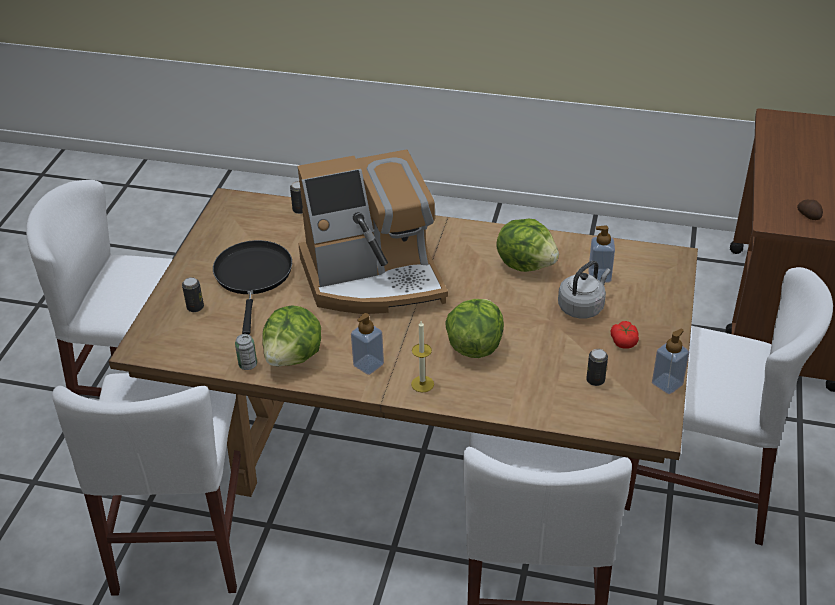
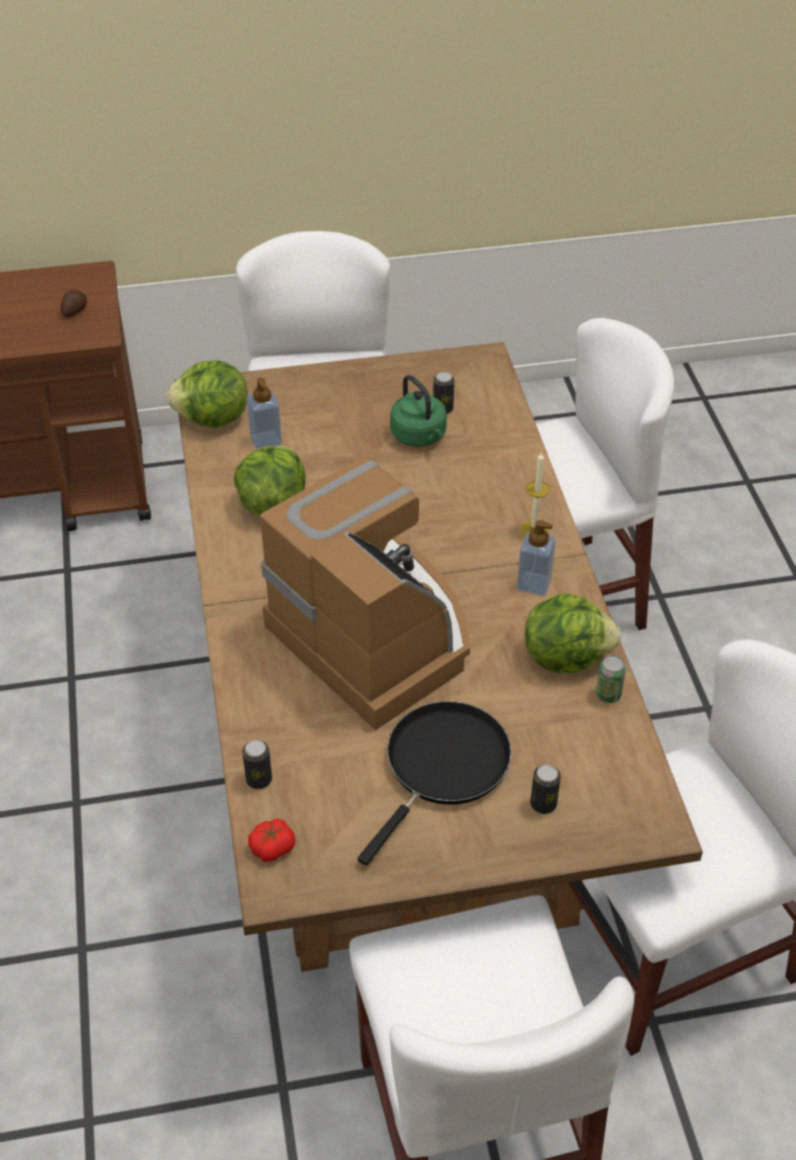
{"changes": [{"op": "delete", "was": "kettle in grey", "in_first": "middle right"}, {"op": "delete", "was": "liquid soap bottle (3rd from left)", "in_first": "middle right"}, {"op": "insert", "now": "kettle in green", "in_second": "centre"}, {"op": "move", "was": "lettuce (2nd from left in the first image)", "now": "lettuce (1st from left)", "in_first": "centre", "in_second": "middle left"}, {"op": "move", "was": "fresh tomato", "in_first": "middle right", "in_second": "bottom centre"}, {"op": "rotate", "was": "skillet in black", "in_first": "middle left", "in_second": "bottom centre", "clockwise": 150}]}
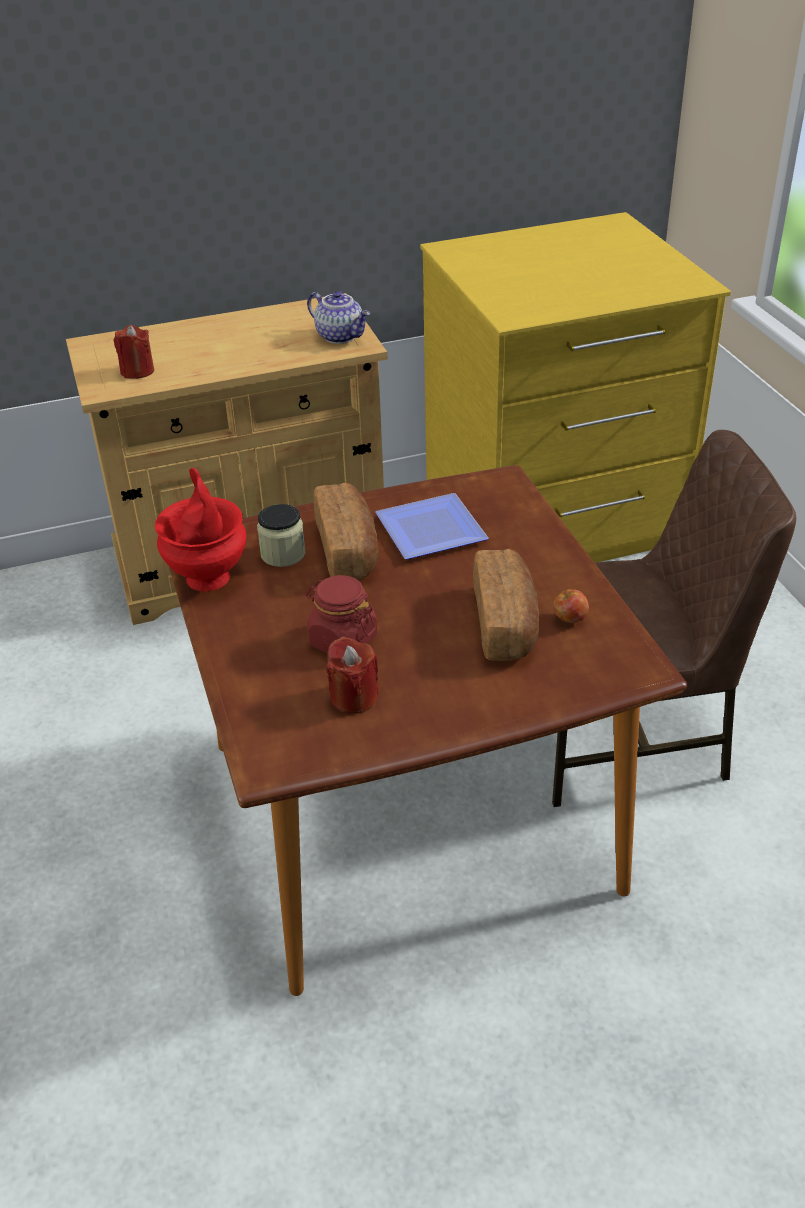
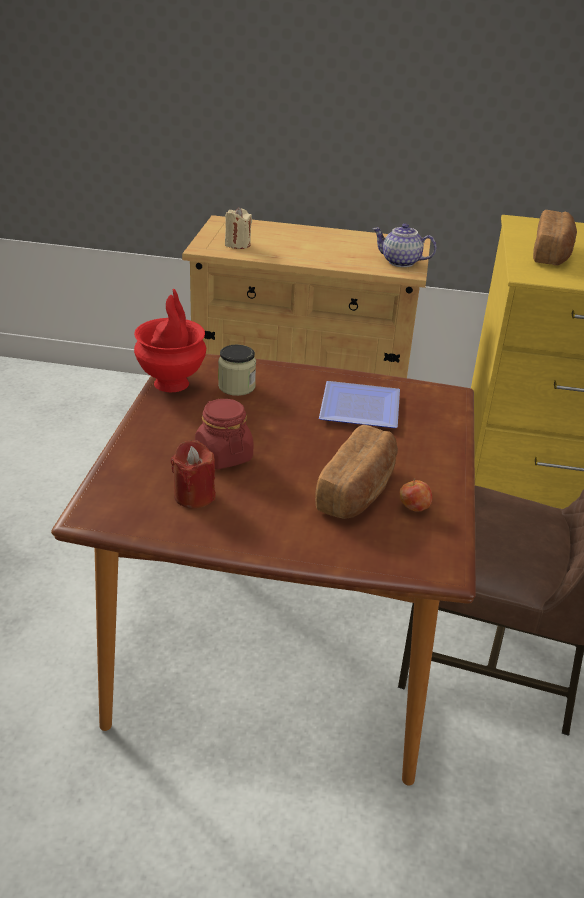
{"changes": [{"op": "move", "was": "bread (1st from left in the first image)", "now": "bread (2nd from left)", "in_first": "centre", "in_second": "top right"}, {"op": "recolor", "was": "candle in reddish (1st from left)", "now": "candle in beige", "in_first": "top left", "in_second": "top centre"}, {"op": "rotate", "was": "pot for tea", "in_first": "top centre", "in_second": "top right", "clockwise": 135}]}
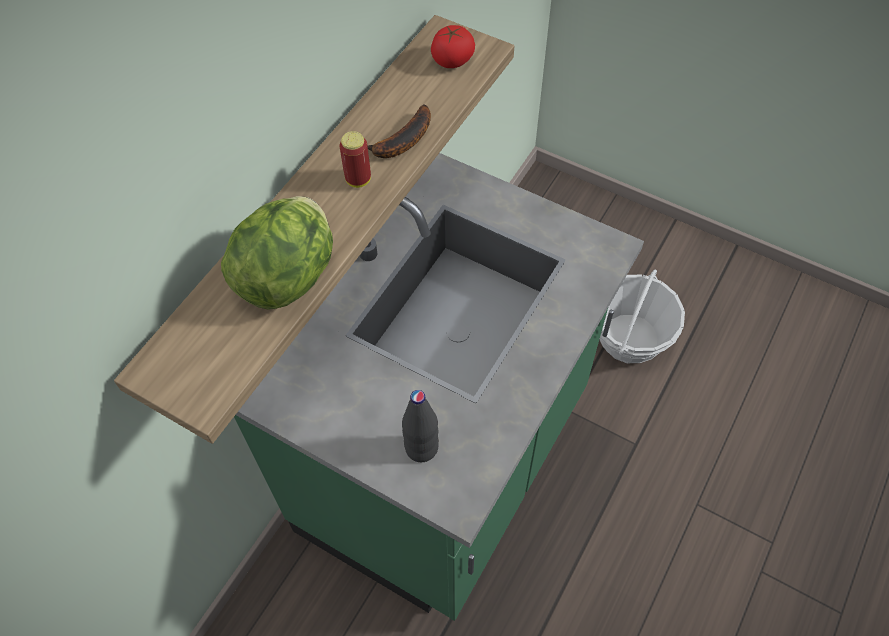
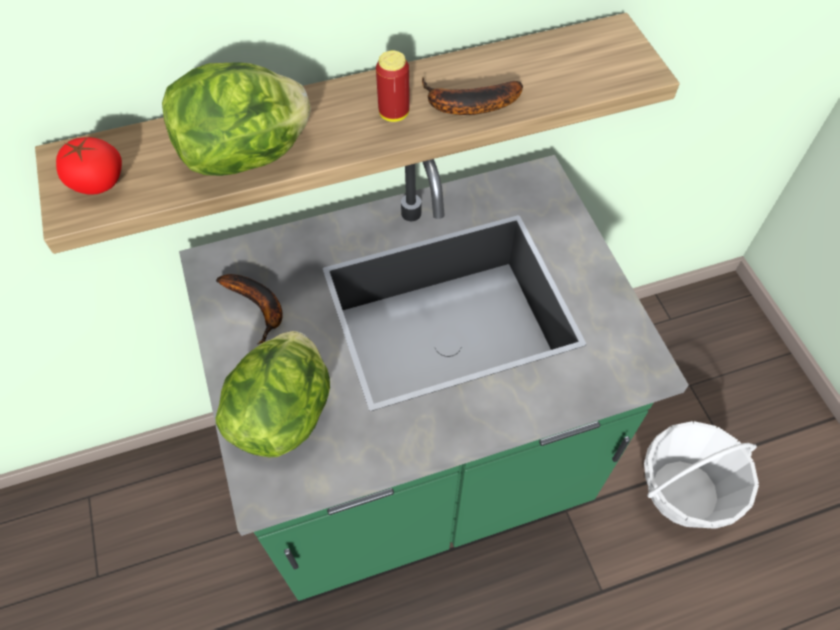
{"changes": [{"op": "insert", "now": "whole banana (1st from left)", "in_second": "middle left"}, {"op": "move", "was": "fresh tomato", "in_first": "top centre", "in_second": "top left"}, {"op": "replace", "was": "drink bottle in black", "now": "lettuce (2nd from left)", "in_first": "bottom centre", "in_second": "middle left"}]}
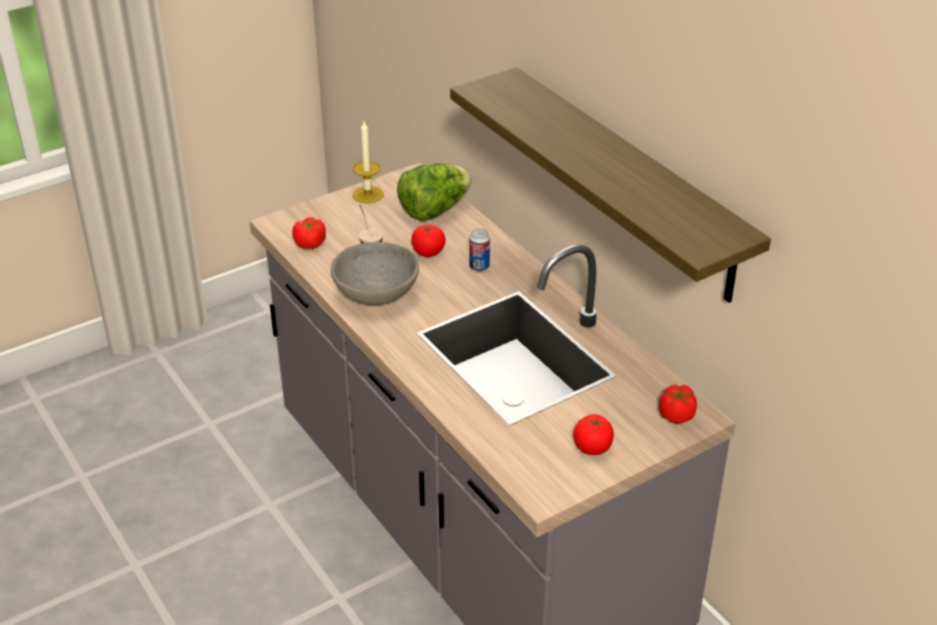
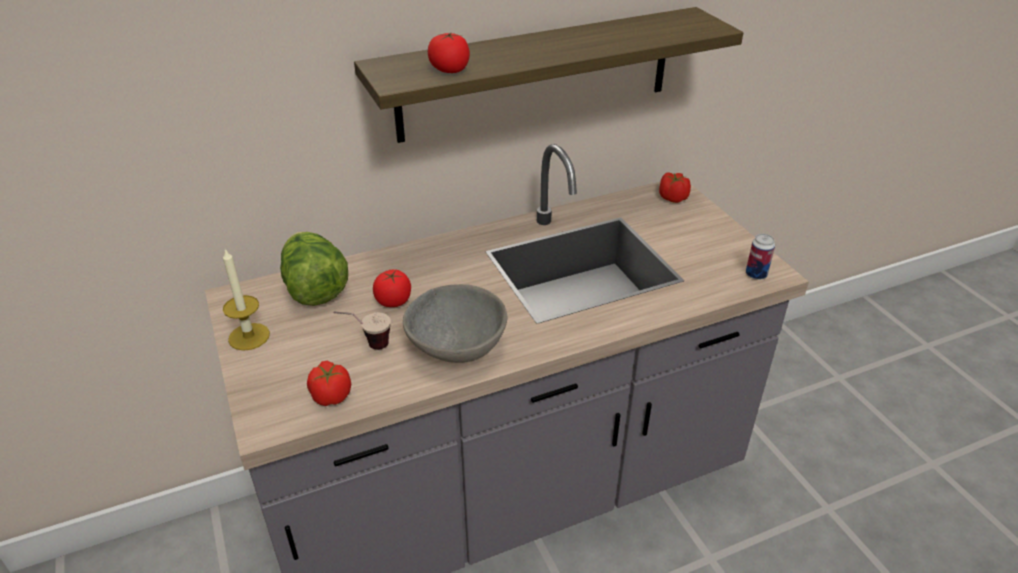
{"changes": [{"op": "move", "was": "can", "in_first": "centre", "in_second": "middle right"}, {"op": "move", "was": "fresh tomato (3rd from left)", "in_first": "bottom centre", "in_second": "top centre"}]}
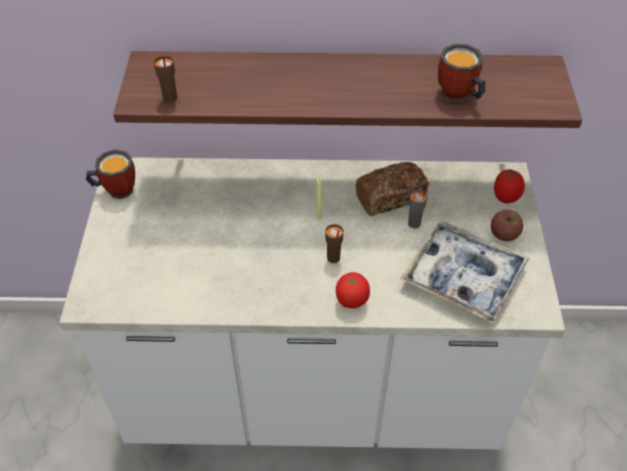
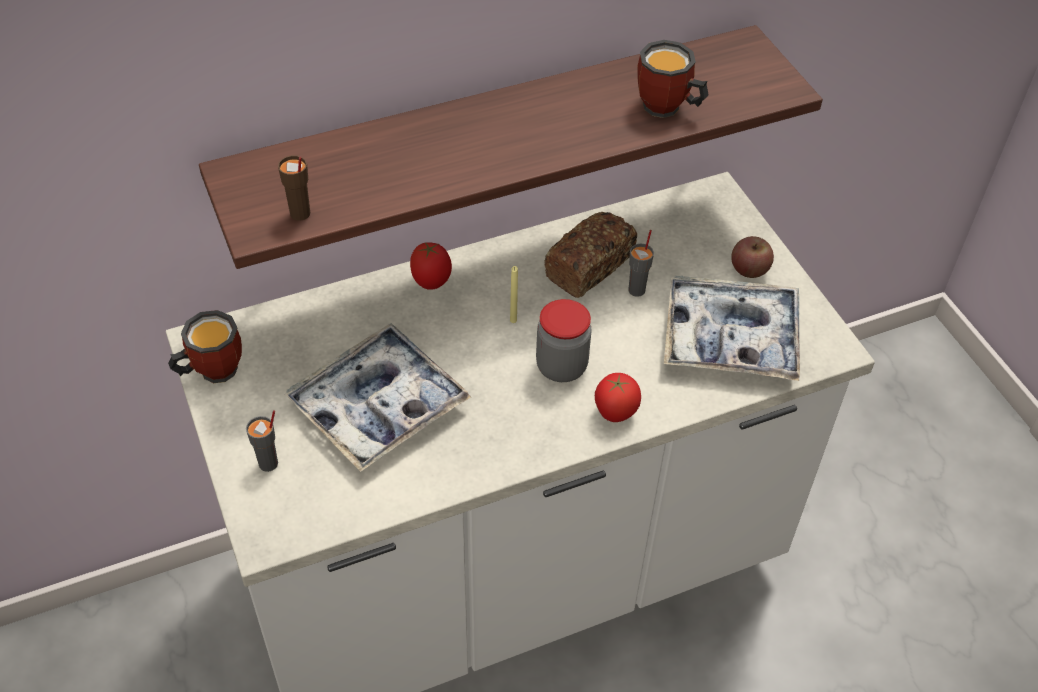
{"changes": [{"op": "insert", "now": "drinking cup in grey (1st from left)", "in_second": "middle left"}, {"op": "insert", "now": "serving tray (1st from left)", "in_second": "centre"}, {"op": "move", "was": "fresh tomato (2nd from left in the first image)", "now": "fresh tomato (1st from left)", "in_first": "middle right", "in_second": "centre"}, {"op": "replace", "was": "drinking cup in brown-coloured (2nd from left)", "now": "jar", "in_first": "centre", "in_second": "centre"}]}
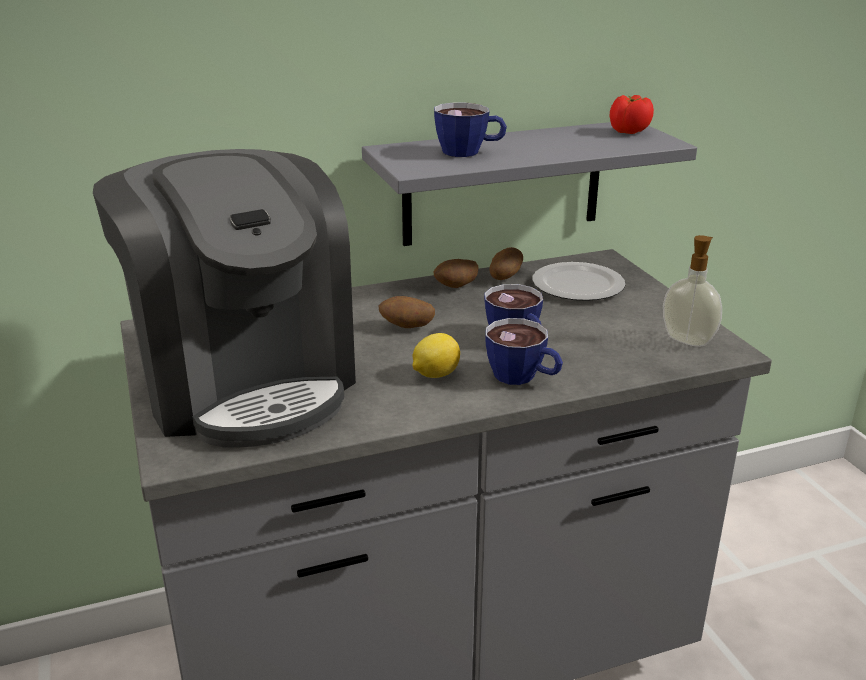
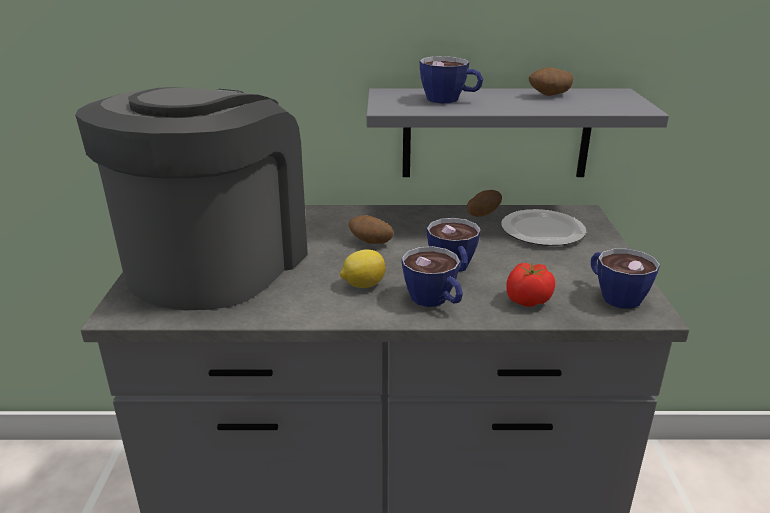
{"changes": [{"op": "move", "was": "potato (2nd from left in the first image)", "now": "potato (3rd from left)", "in_first": "centre", "in_second": "top right"}, {"op": "move", "was": "fresh tomato", "in_first": "top right", "in_second": "middle right"}, {"op": "replace", "was": "liquid soap bottle", "now": "drinking cup (4th from left)", "in_first": "middle right", "in_second": "middle right"}, {"op": "rotate", "was": "coffee machine", "in_first": "middle left", "in_second": "middle left", "clockwise": -150}]}
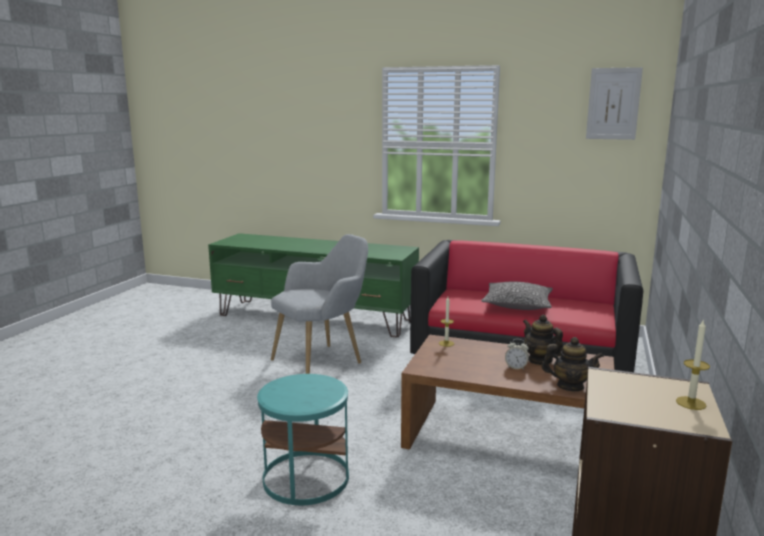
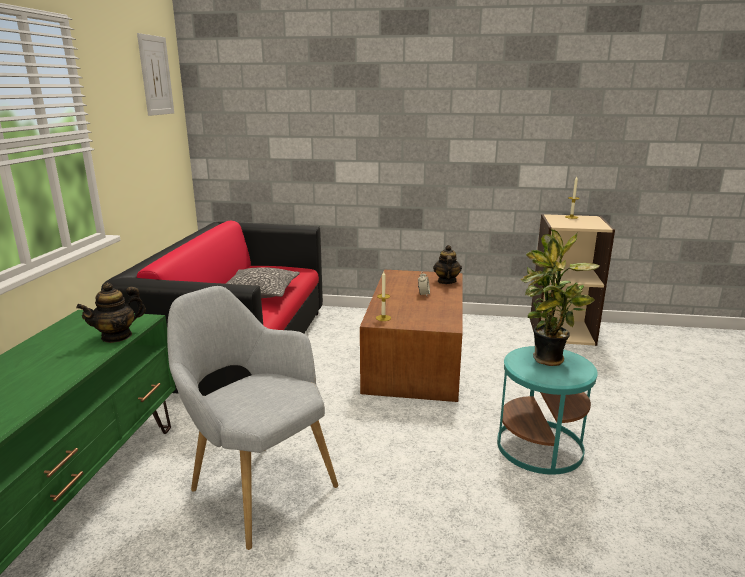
{"changes": [{"op": "insert", "now": "potted plant", "in_second": "middle right"}, {"op": "move", "was": "pot for tea (1st from left)", "in_first": "middle right", "in_second": "middle left"}]}
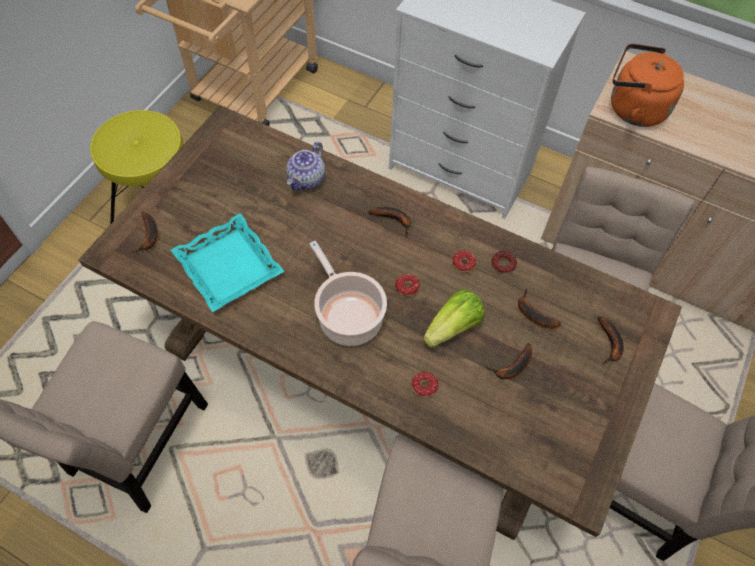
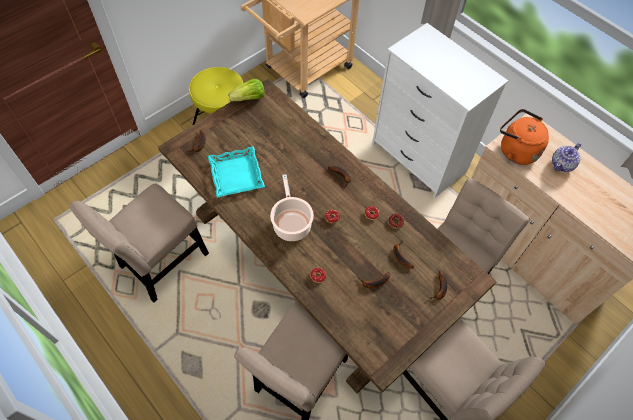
{"changes": [{"op": "move", "was": "pot for tea", "in_first": "top centre", "in_second": "middle right"}, {"op": "move", "was": "lettuce", "in_first": "centre", "in_second": "top centre"}]}
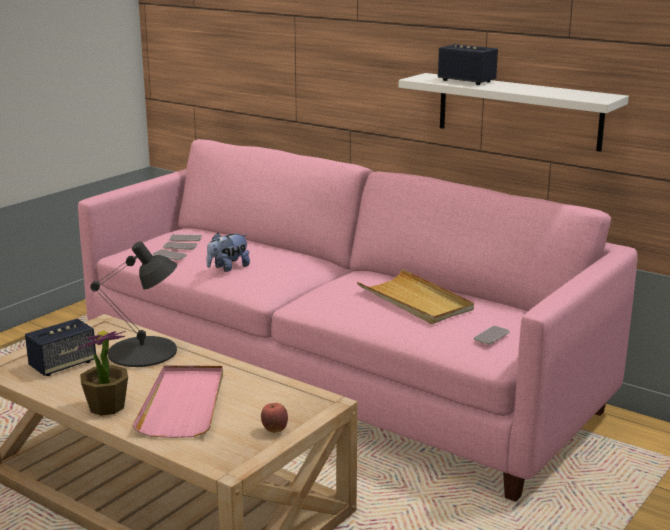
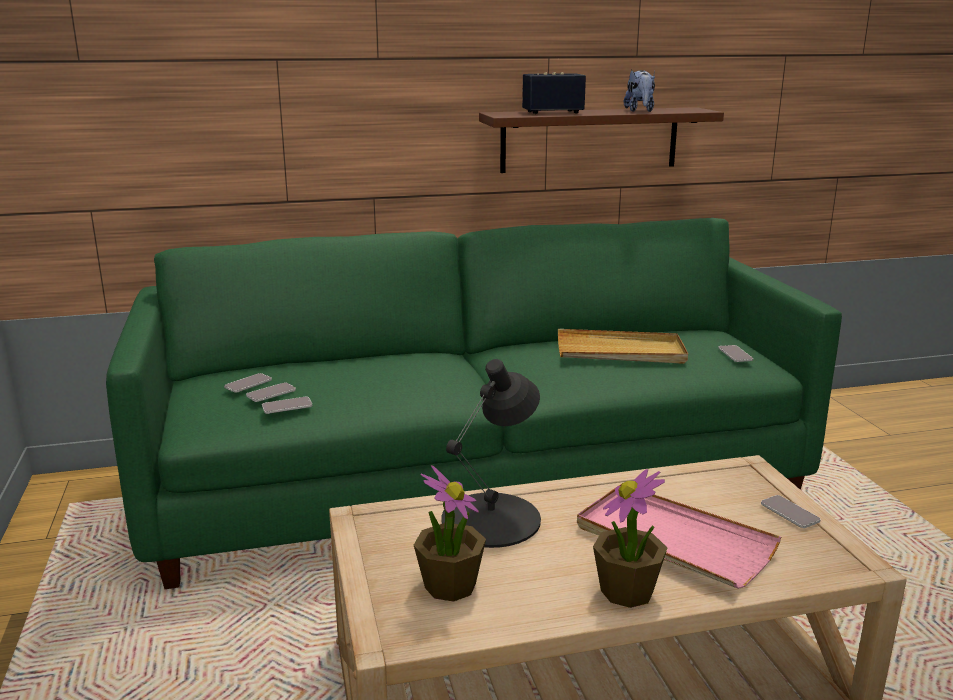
{"changes": [{"op": "move", "was": "cuddly toy", "in_first": "centre", "in_second": "top right"}, {"op": "replace", "was": "speaker (1st from left)", "now": "potted plant (1st from left)", "in_first": "middle left", "in_second": "bottom centre"}, {"op": "replace", "was": "apple", "now": "handset (5th from left)", "in_first": "bottom centre", "in_second": "bottom right"}, {"op": "recolor", "was": "sofa in pink", "now": "sofa in green", "in_first": "centre", "in_second": "centre"}, {"op": "recolor", "was": "wall shelf in white", "now": "wall shelf in brown-coloured", "in_first": "top right", "in_second": "top centre"}]}
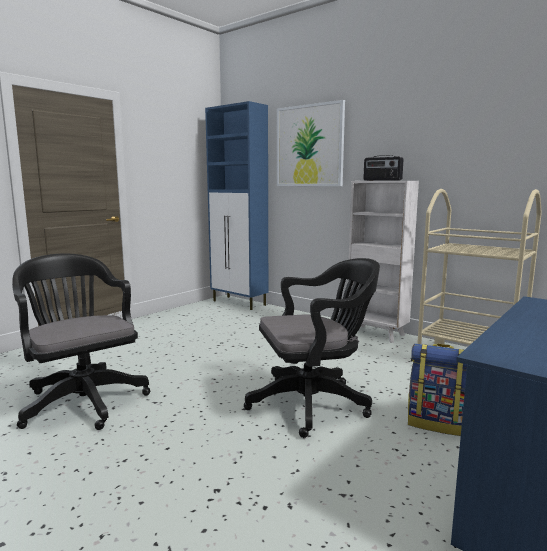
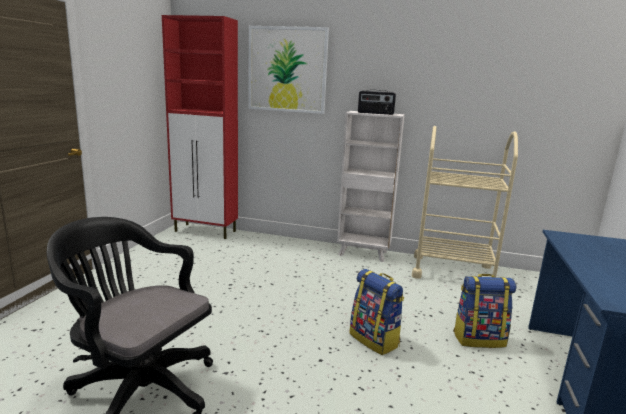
{"changes": [{"op": "replace", "was": "computer chair in black (2nd from left)", "now": "backpack (1st from left)", "in_first": "centre", "in_second": "bottom centre"}, {"op": "recolor", "was": "cabinet in blue-coloured", "now": "cabinet in reddish", "in_first": "centre", "in_second": "top left"}]}
